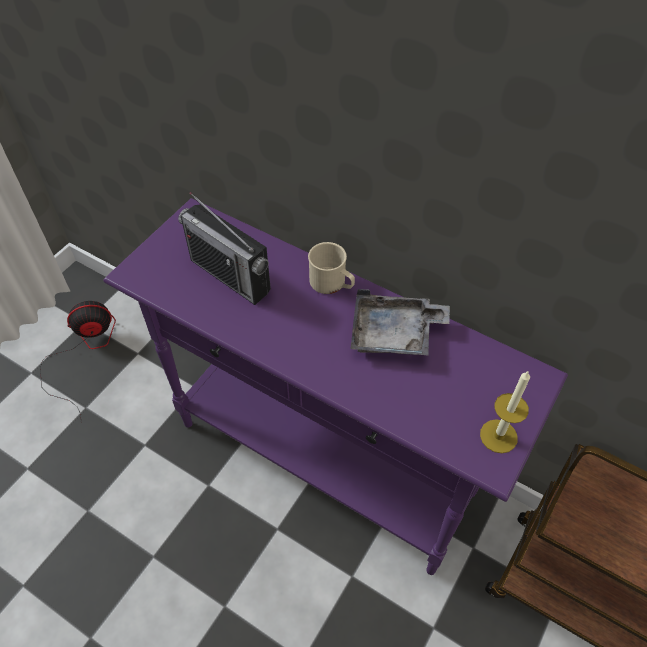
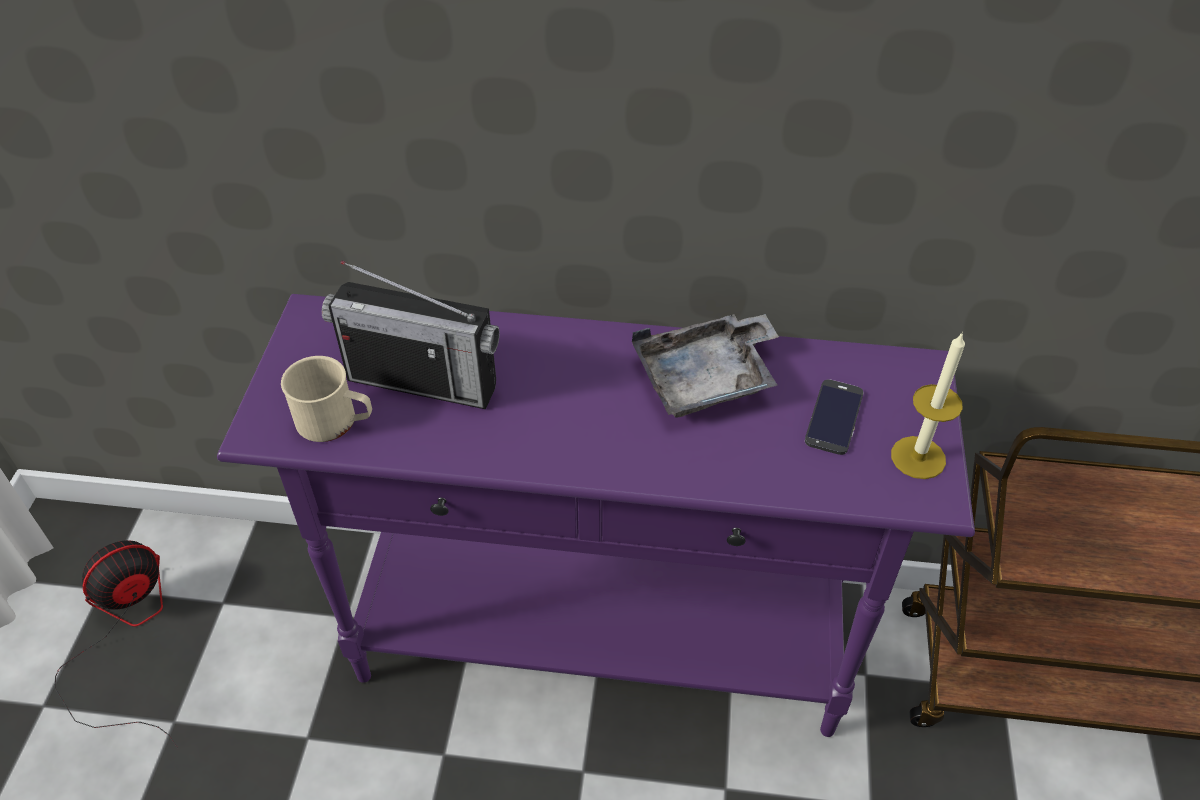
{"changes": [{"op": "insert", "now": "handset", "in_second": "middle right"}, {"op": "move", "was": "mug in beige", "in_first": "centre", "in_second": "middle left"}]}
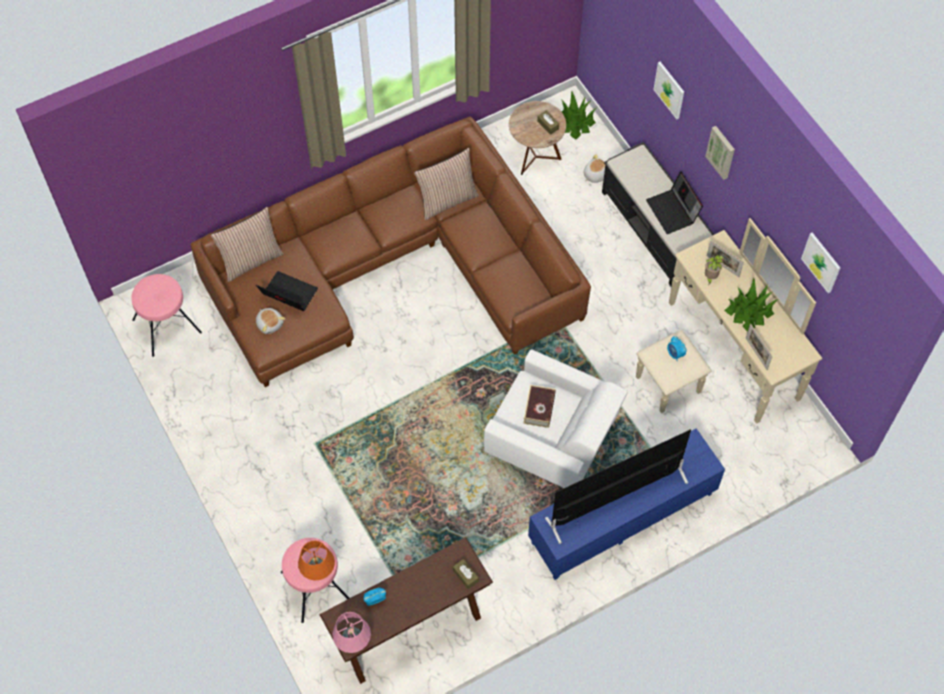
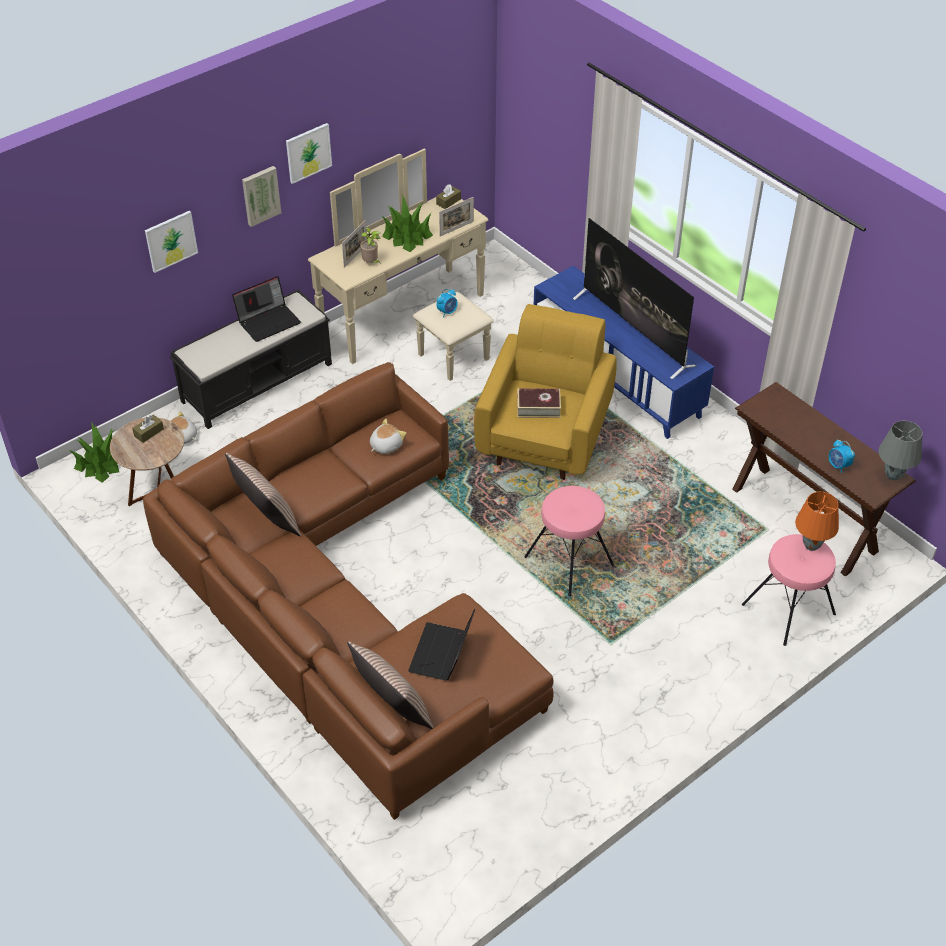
{"changes": [{"op": "move", "was": "stool in pink (1st from left)", "in_first": "middle left", "in_second": "centre"}, {"op": "move", "was": "cuddly toy (1st from left in the first image)", "now": "cuddly toy (2nd from left)", "in_first": "middle left", "in_second": "centre"}, {"op": "move", "was": "box of tissues in brown-coloured (1st from left in the first image)", "now": "box of tissues in brown-coloured (2nd from left)", "in_first": "bottom centre", "in_second": "top centre"}, {"op": "move", "was": "picture (3rd from left)", "in_first": "middle right", "in_second": "top left"}, {"op": "recolor", "was": "table lamp in pink", "now": "table lamp in grey", "in_first": "bottom centre", "in_second": "middle right"}, {"op": "recolor", "was": "easy chair in white", "now": "easy chair in yellowish", "in_first": "centre", "in_second": "centre"}]}
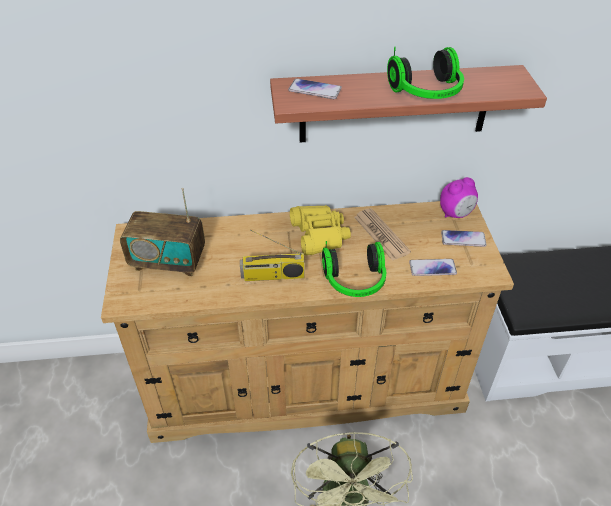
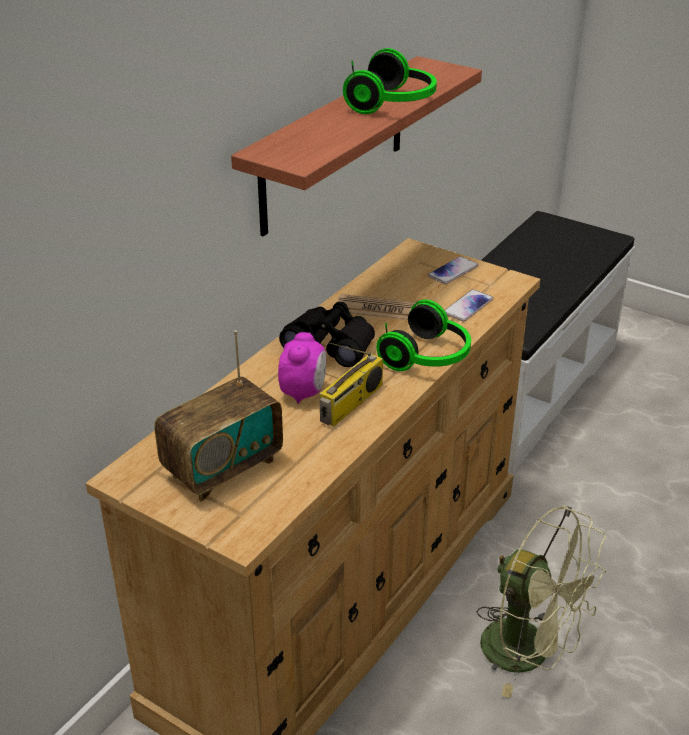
{"changes": [{"op": "delete", "was": "handset (1st from left)", "in_first": "top centre"}, {"op": "move", "was": "bedside clock", "in_first": "middle right", "in_second": "centre"}, {"op": "recolor", "was": "pair of binoculars in yellowish", "now": "pair of binoculars in black", "in_first": "centre", "in_second": "centre"}]}
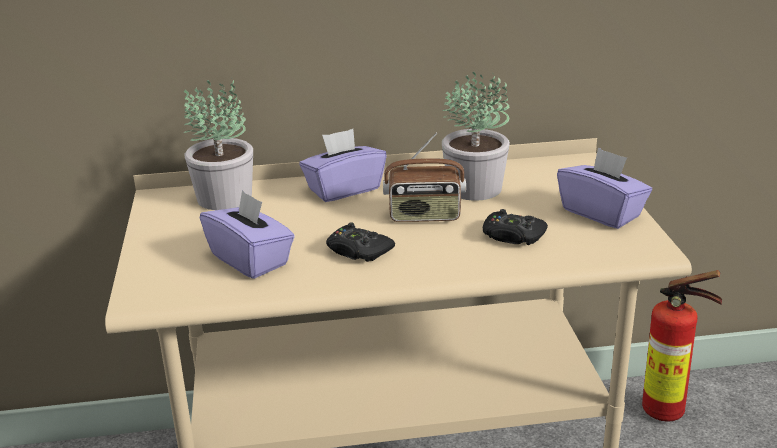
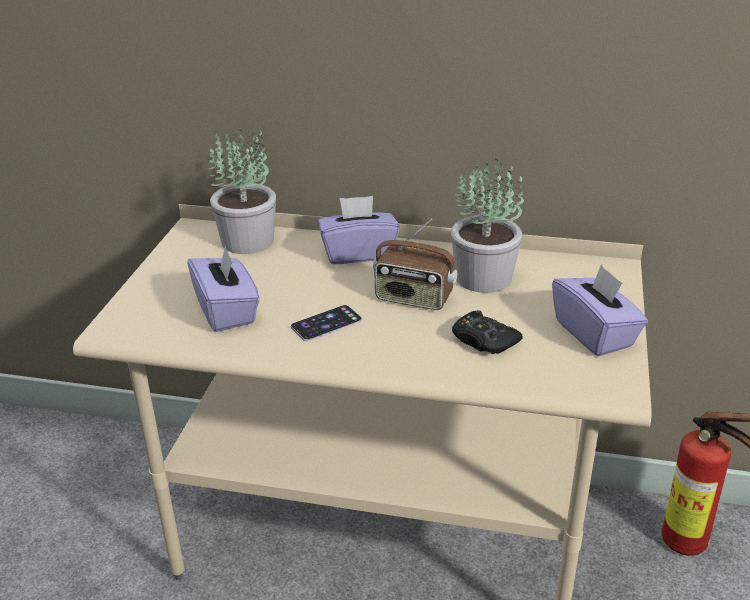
{"changes": [{"op": "replace", "was": "game controller in black (1st from left)", "now": "handset", "in_first": "centre", "in_second": "centre"}]}
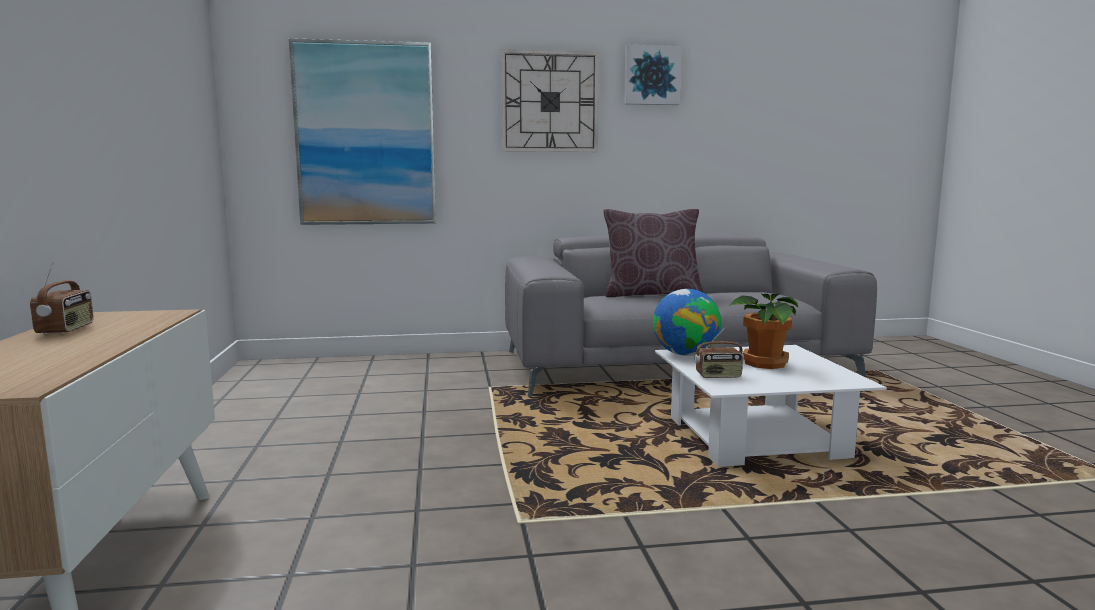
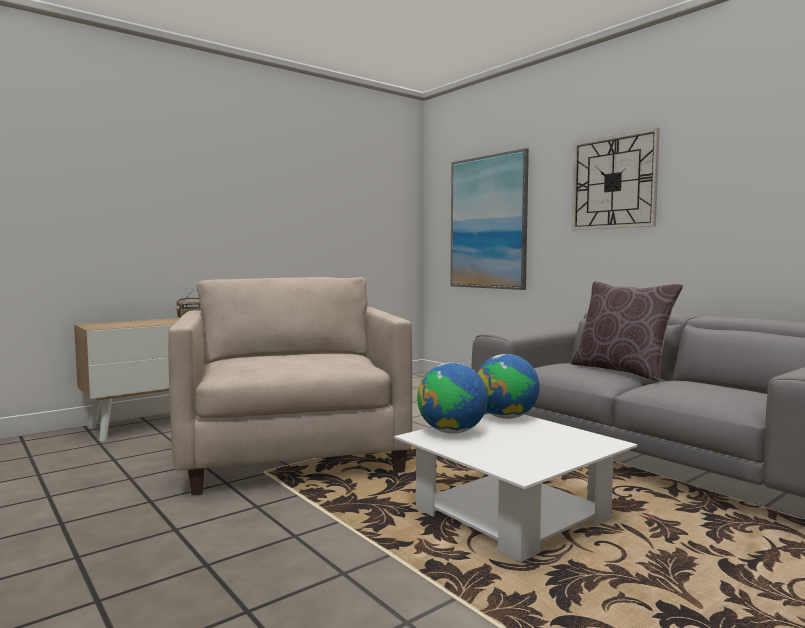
{"changes": [{"op": "delete", "was": "picture (2nd from left)", "in_first": "top centre"}, {"op": "delete", "was": "potted plant", "in_first": "middle right"}, {"op": "insert", "now": "easy chair in beige", "in_second": "centre"}, {"op": "replace", "was": "radio receiver (2nd from left)", "now": "globe (1st from left)", "in_first": "centre", "in_second": "centre"}]}
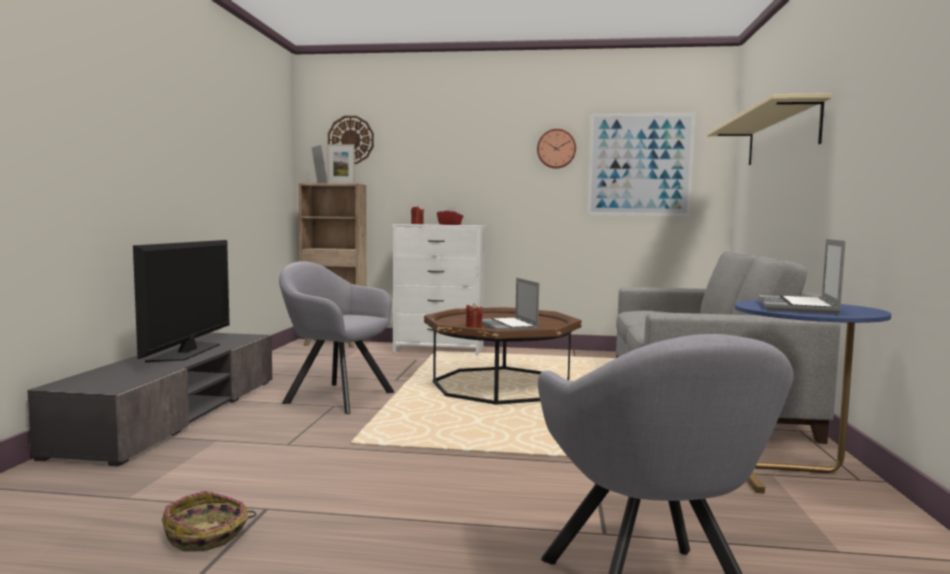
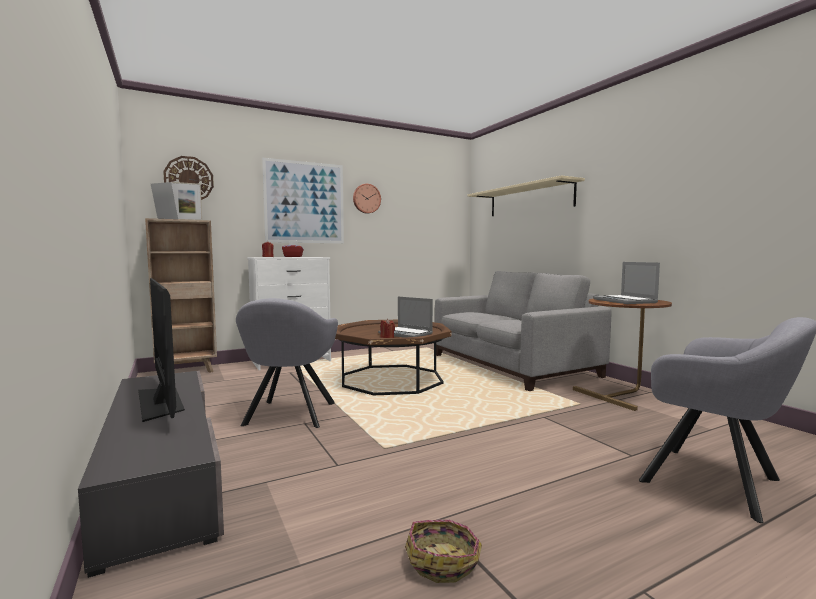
{"changes": [{"op": "move", "was": "picture", "in_first": "top right", "in_second": "centre"}, {"op": "recolor", "was": "end table in blue-coloured", "now": "end table in brown-coloured", "in_first": "bottom right", "in_second": "middle right"}, {"op": "rotate", "was": "easy chair in grey (1st from left)", "in_first": "centre", "in_second": "centre", "clockwise": -75}]}
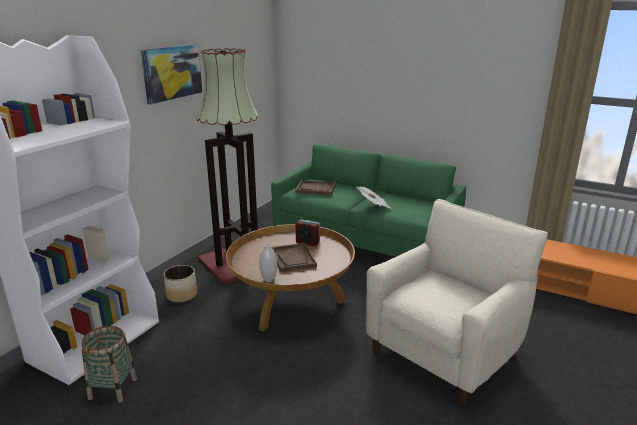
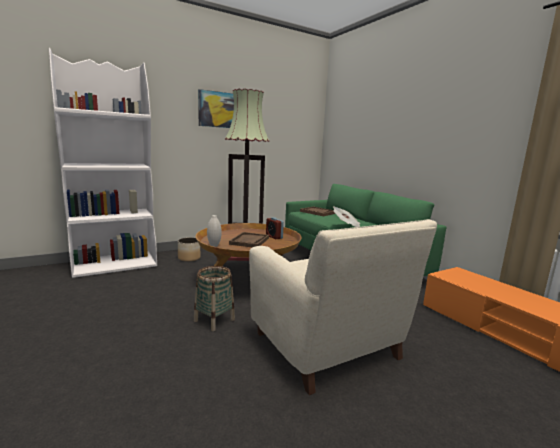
{"changes": [{"op": "move", "was": "storage basket", "in_first": "bottom left", "in_second": "centre"}, {"op": "rotate", "was": "easy chair in beige", "in_first": "bottom right", "in_second": "bottom centre", "clockwise": 75}]}
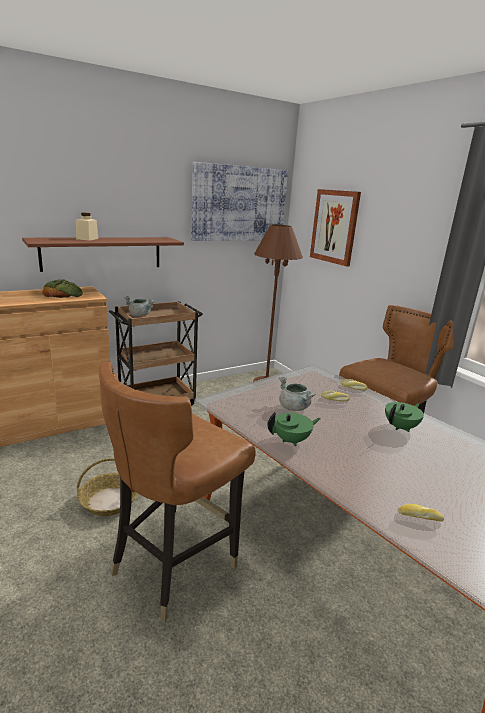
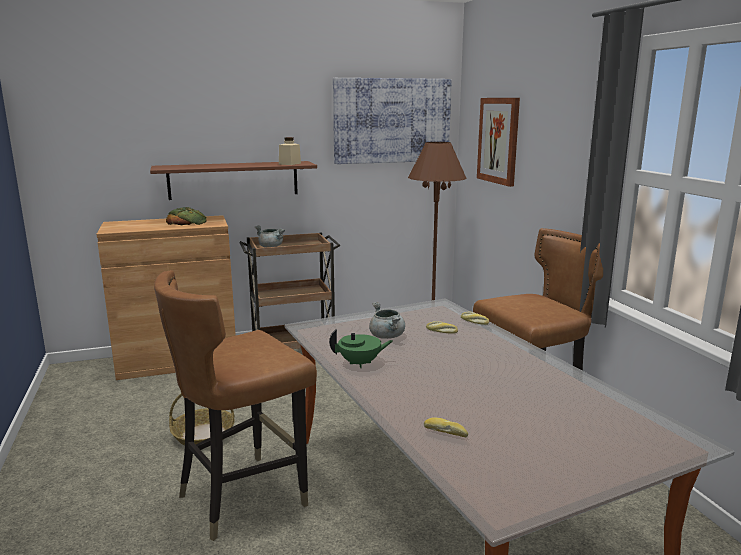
{"changes": [{"op": "delete", "was": "pot for tea in green (2nd from left)", "in_first": "middle right"}, {"op": "move", "was": "jar in beige", "in_first": "top left", "in_second": "top centre"}]}
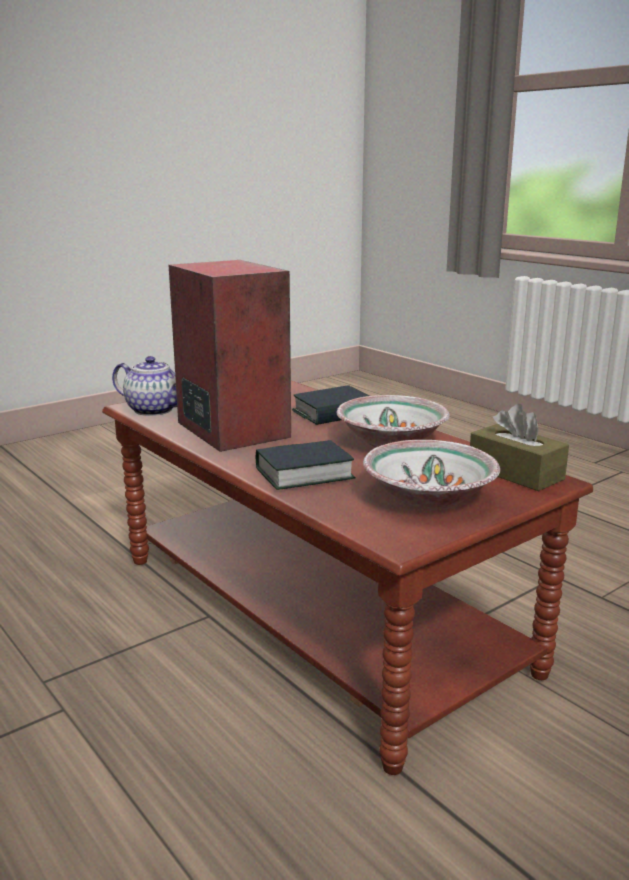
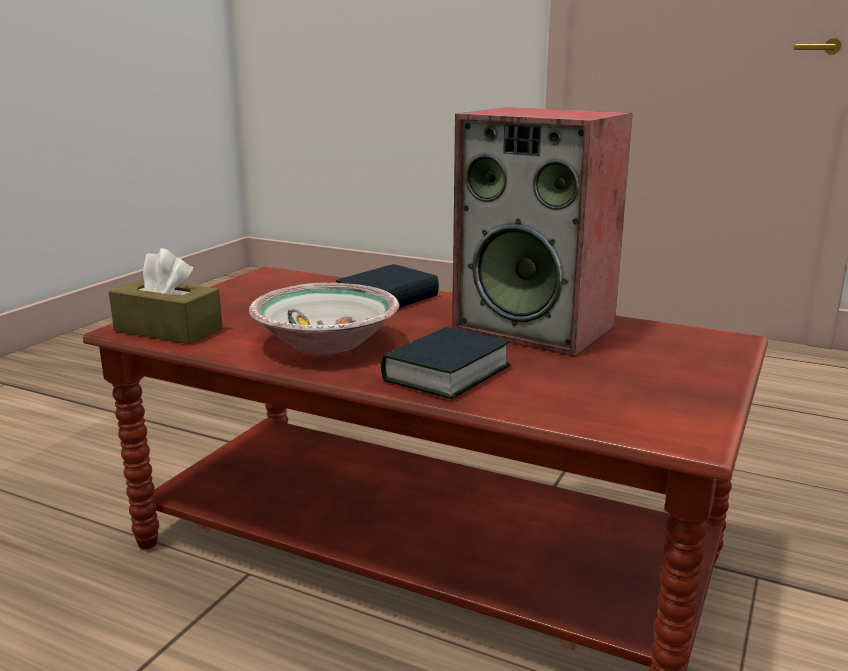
{"changes": [{"op": "delete", "was": "pot for tea", "in_first": "middle left"}, {"op": "delete", "was": "serving bowl (2nd from left)", "in_first": "middle right"}]}
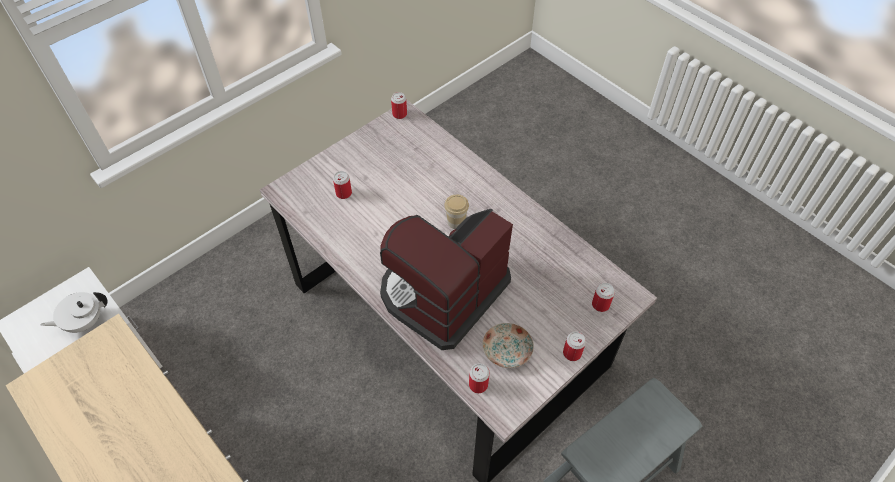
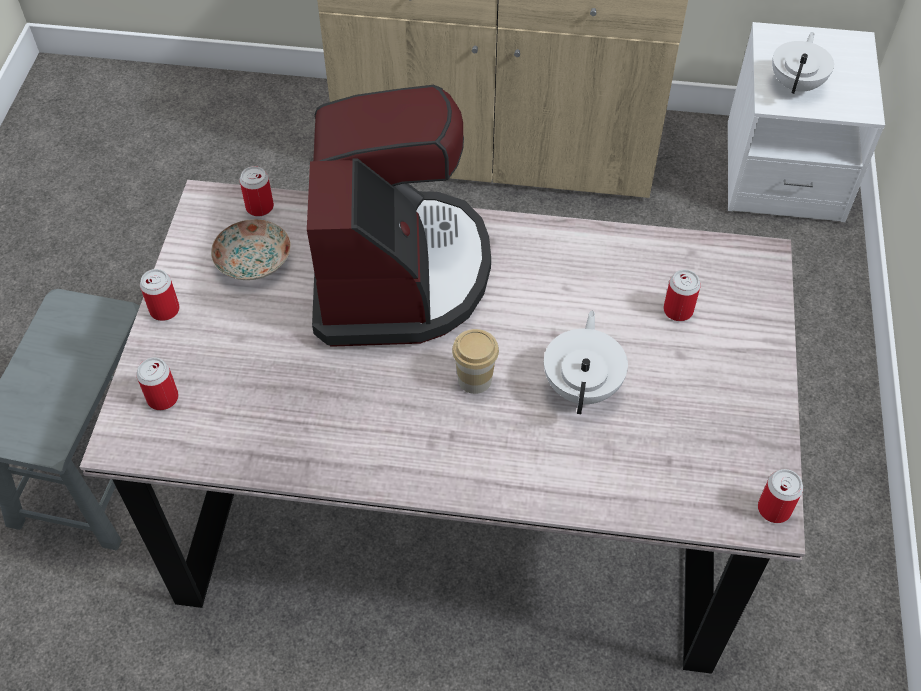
{"changes": [{"op": "insert", "now": "pot for tea in white (1st from left)", "in_second": "centre"}]}
